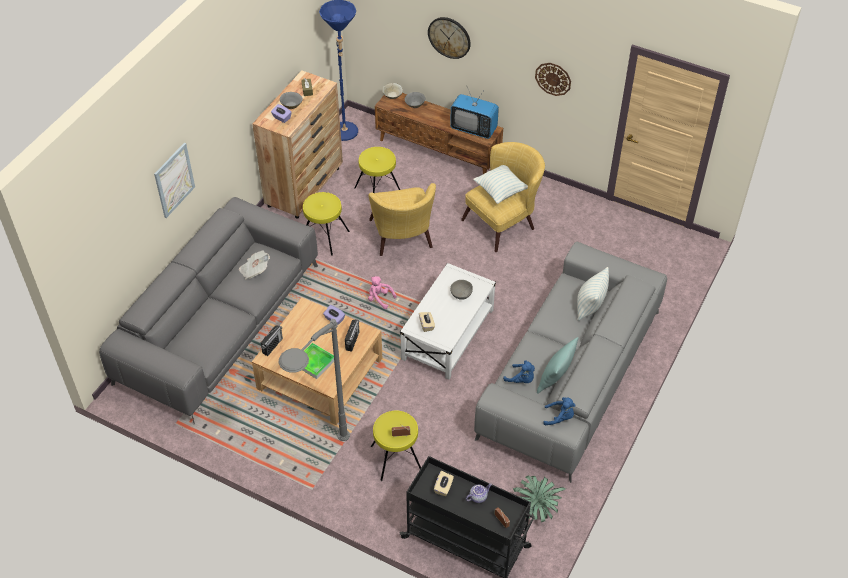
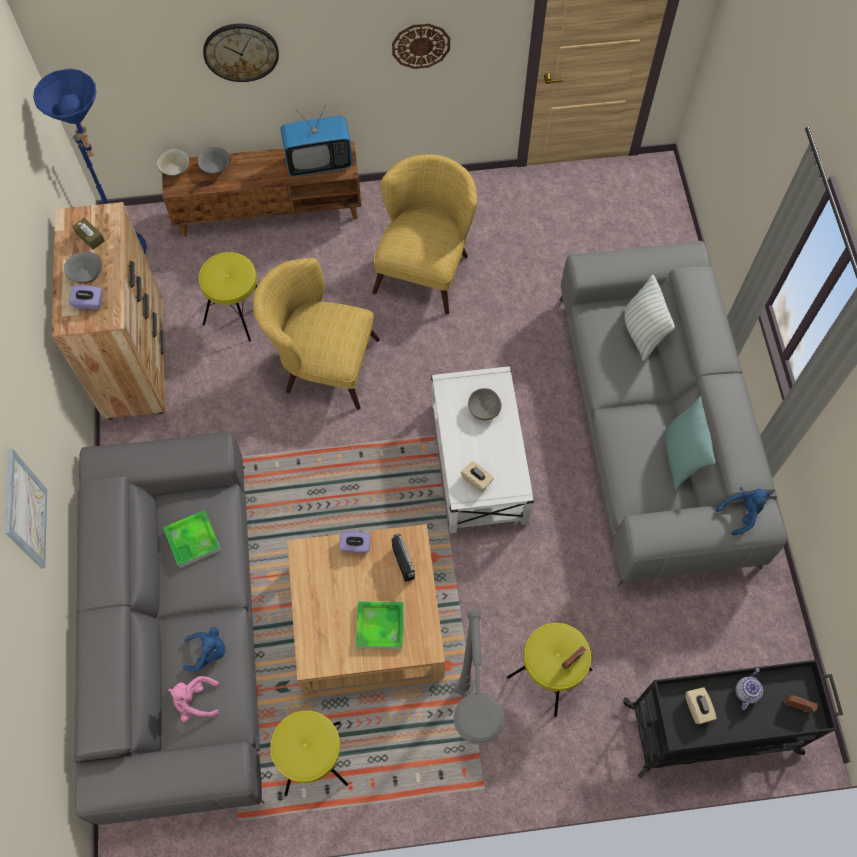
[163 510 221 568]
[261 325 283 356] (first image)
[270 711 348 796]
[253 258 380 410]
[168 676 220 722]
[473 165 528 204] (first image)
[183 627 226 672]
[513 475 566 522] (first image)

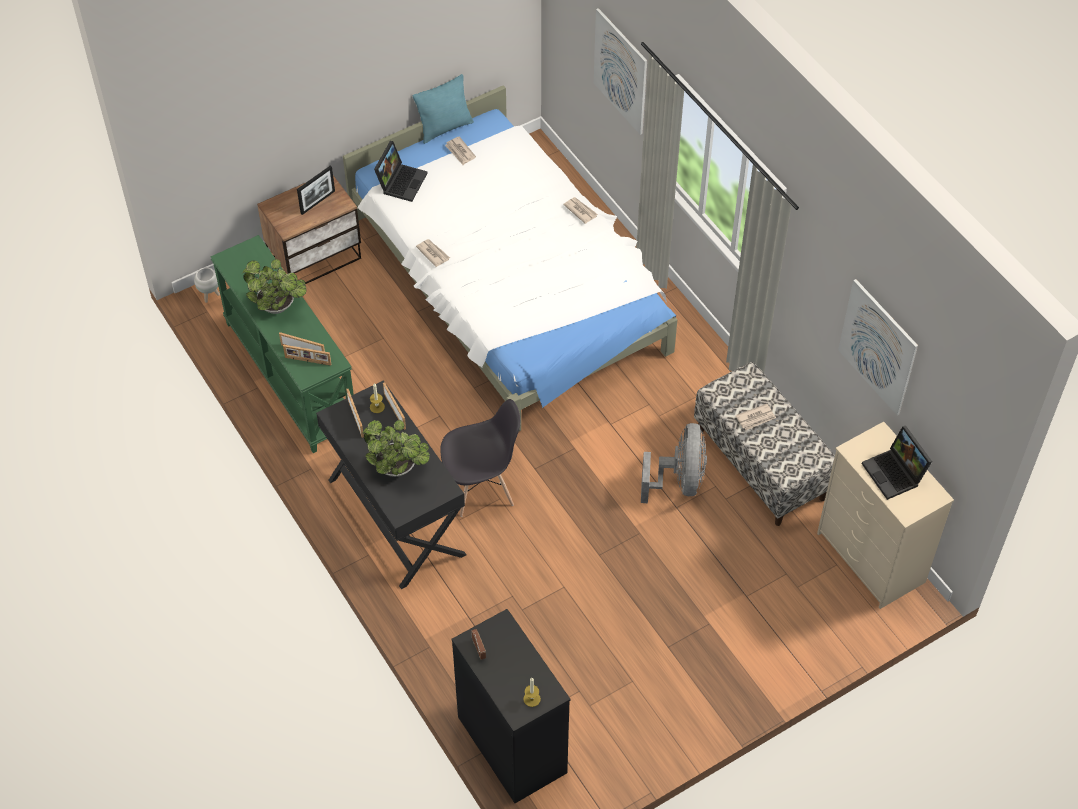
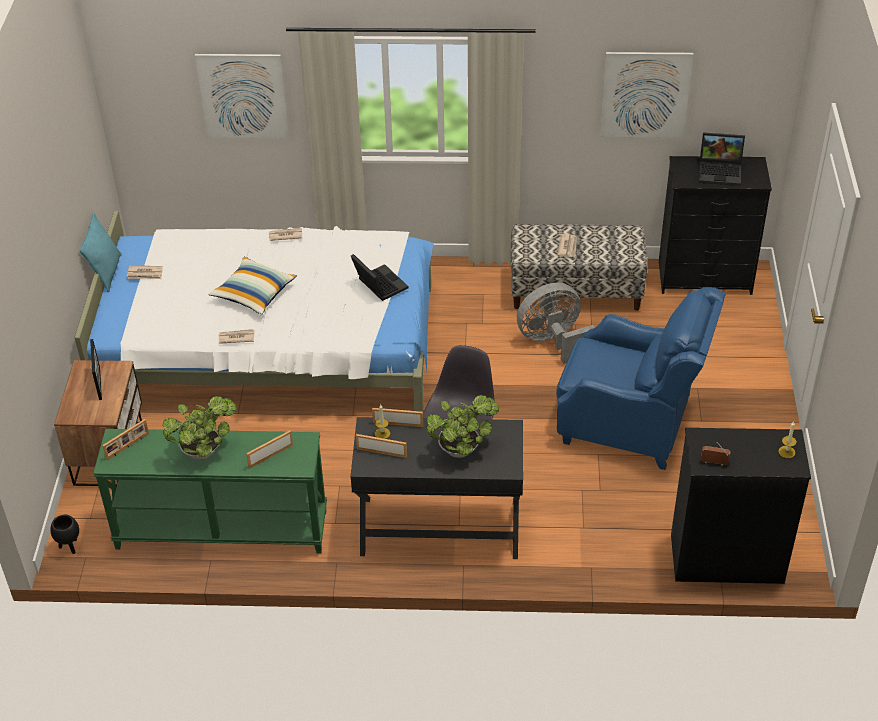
[50 515 79 554]
[102 419 149 460]
[351 254 408 301]
[517 283 595 364]
[659 156 772 295]
[208 257 297 314]
[556 287 726 470]

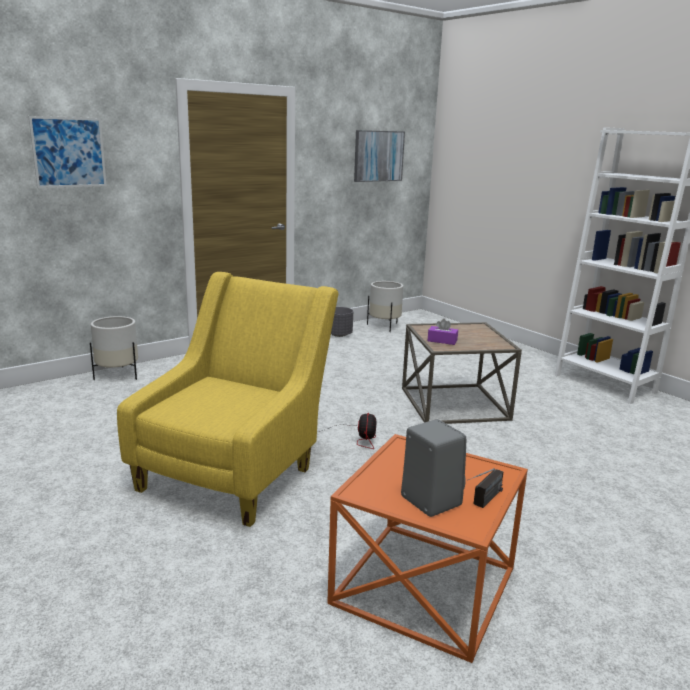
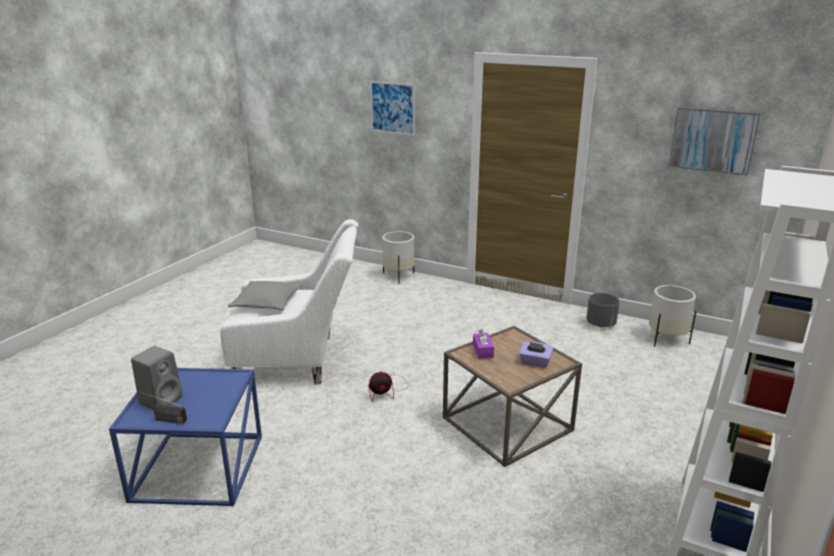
[220 219 358 384]
[109 368 262 506]
[228 281 302 310]
[519 341 553 368]

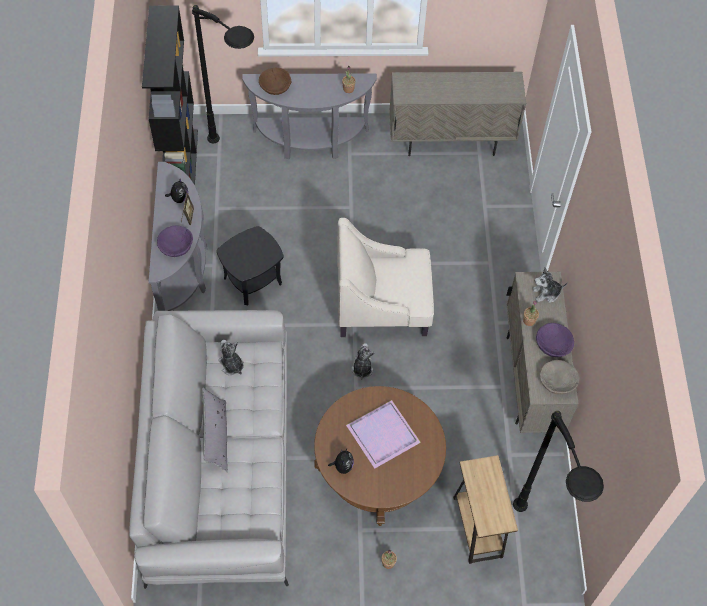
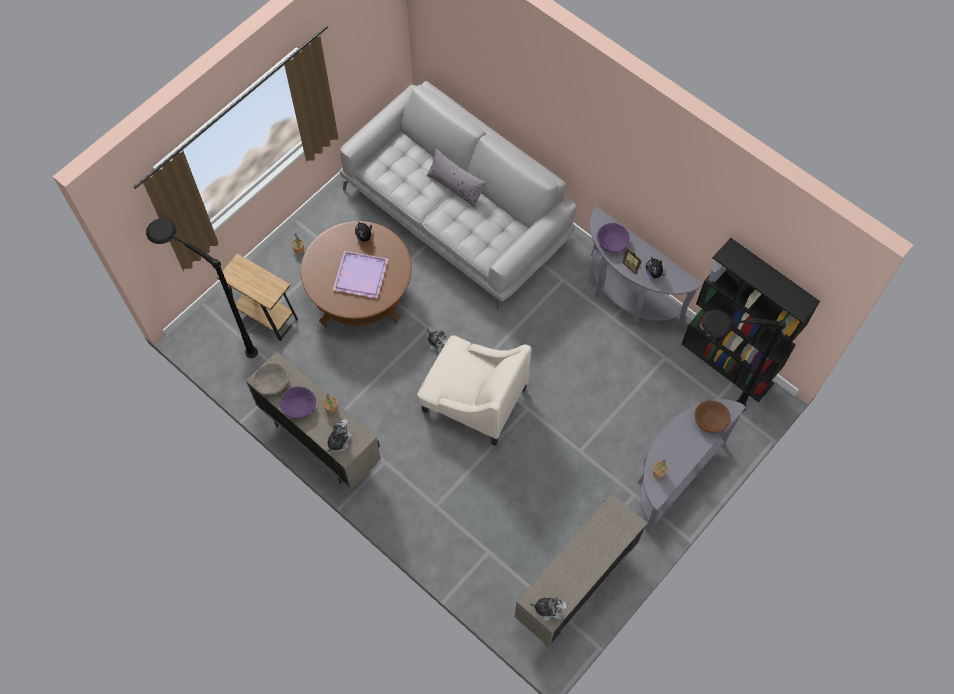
[217 226 284 305] (first image)
[530 597 567 621]
[417 335 532 446]

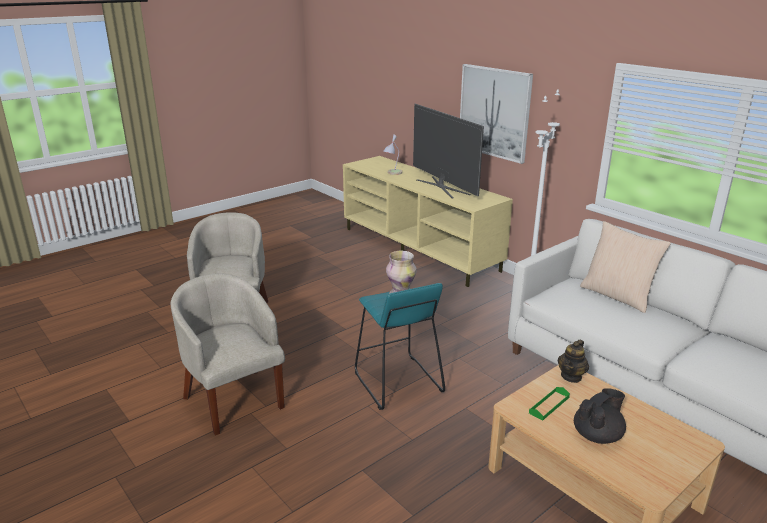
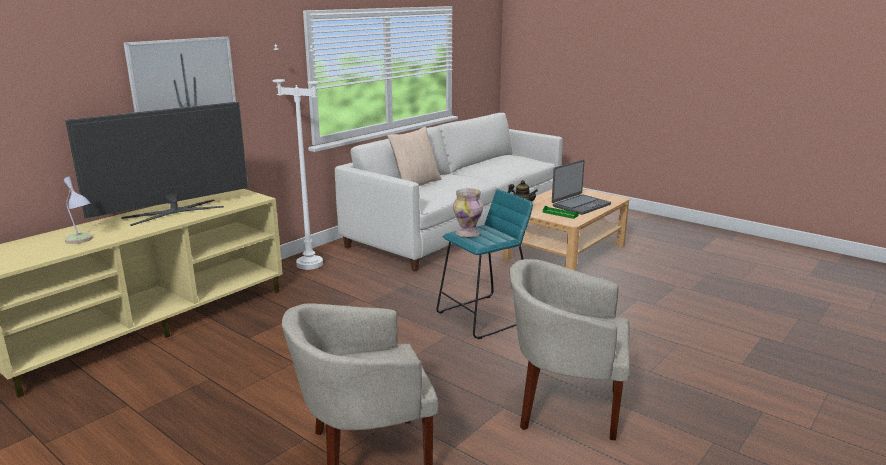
[509 259 630 440]
[552 160 611 215]

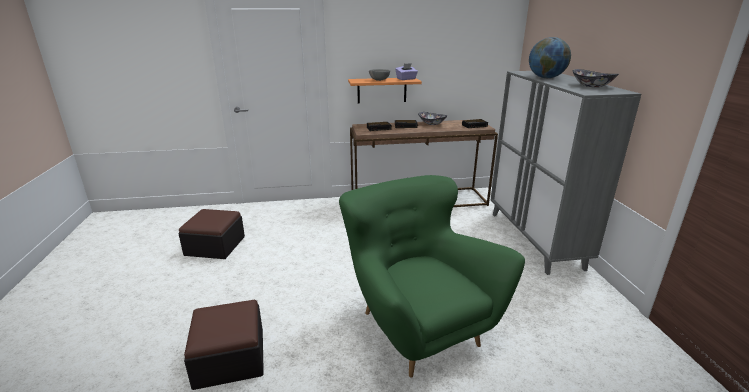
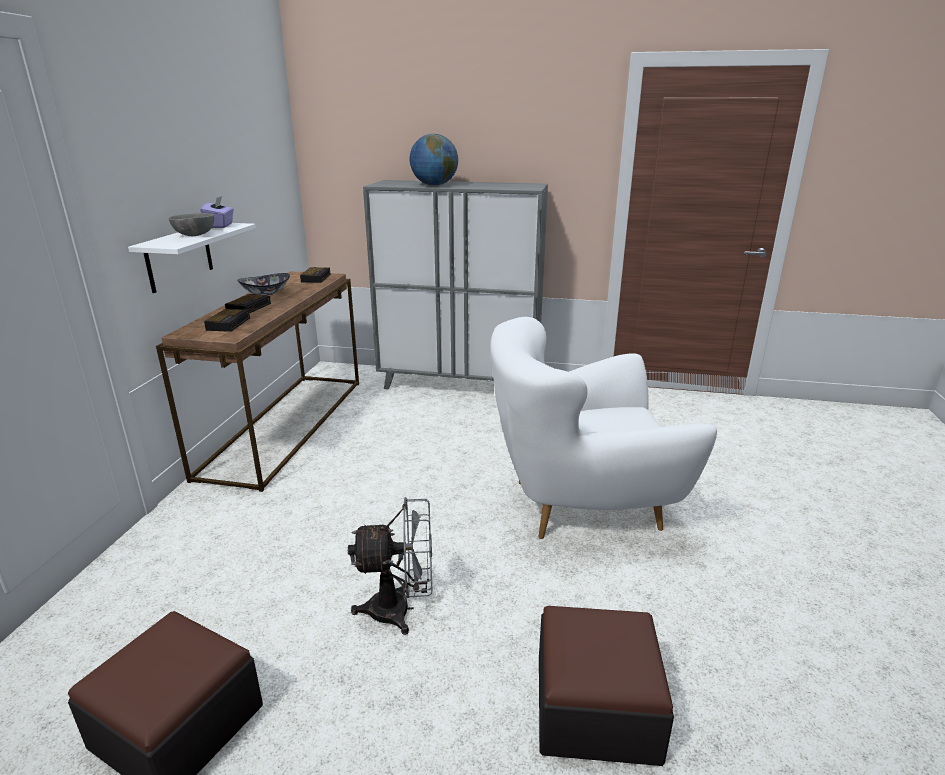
[490 317 717 539]
[128 223 256 293]
[573 69 619 87] (first image)
[348 497 432 635]

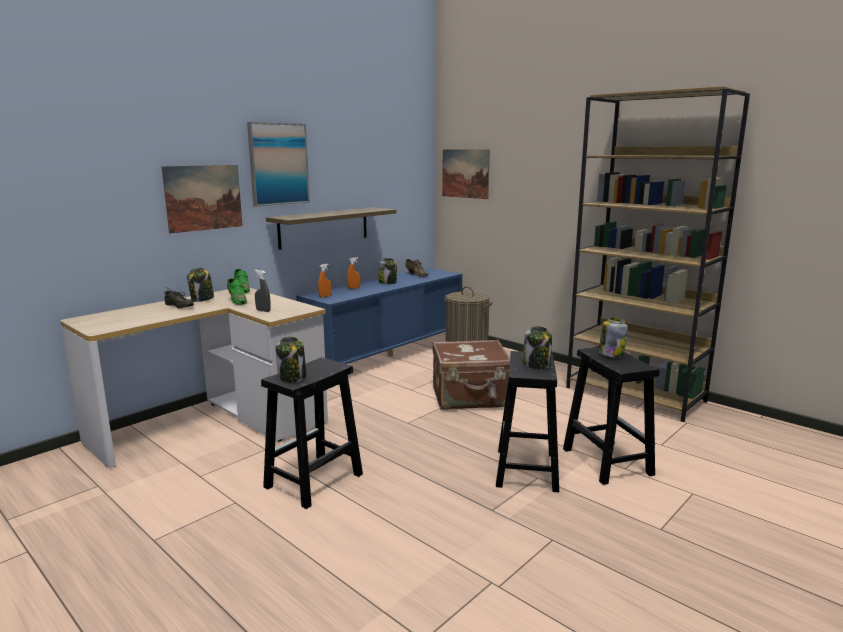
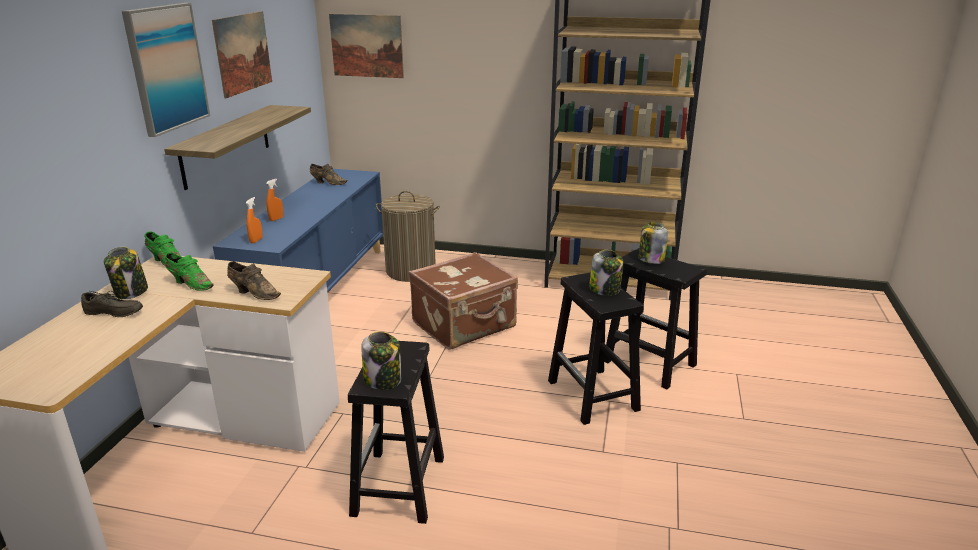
[212 11 272 98]
[227 261 281 300]
[378 258 397 284] (first image)

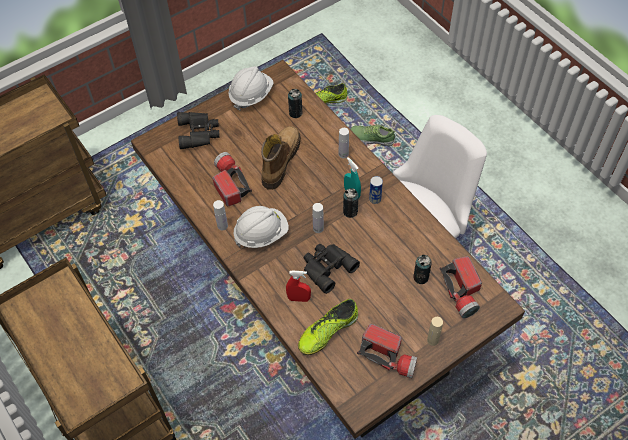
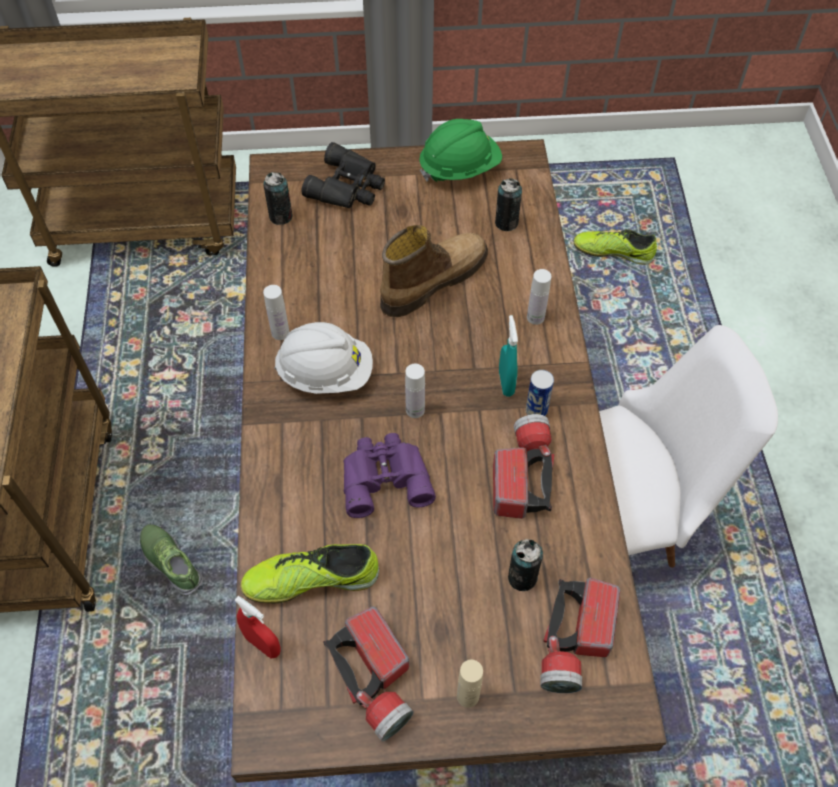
[493 414 554 519]
[419 119 502 182]
[235 596 281 658]
[343 433 436 518]
[263 172 293 225]
[140 524 204 596]

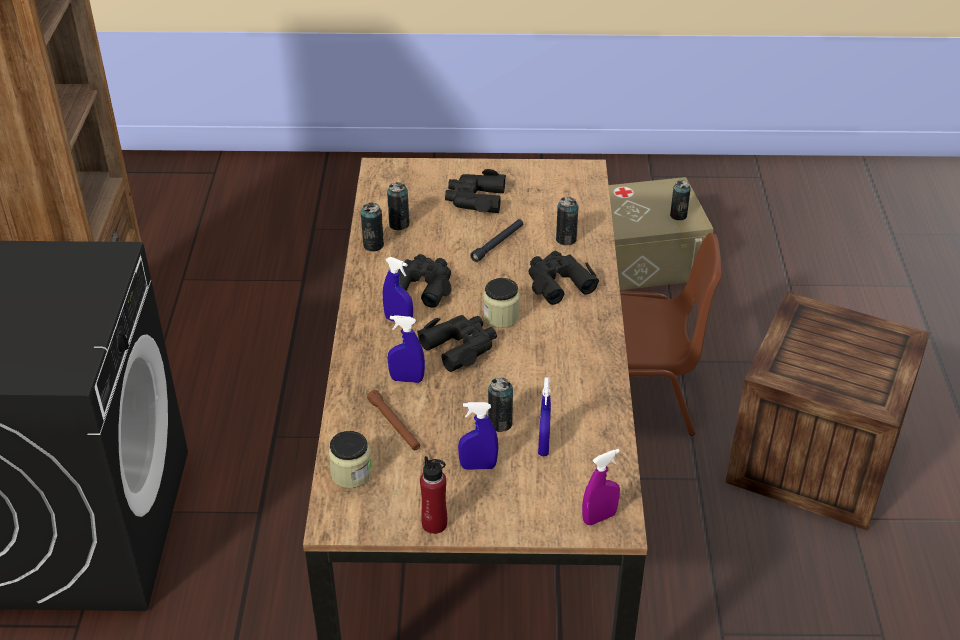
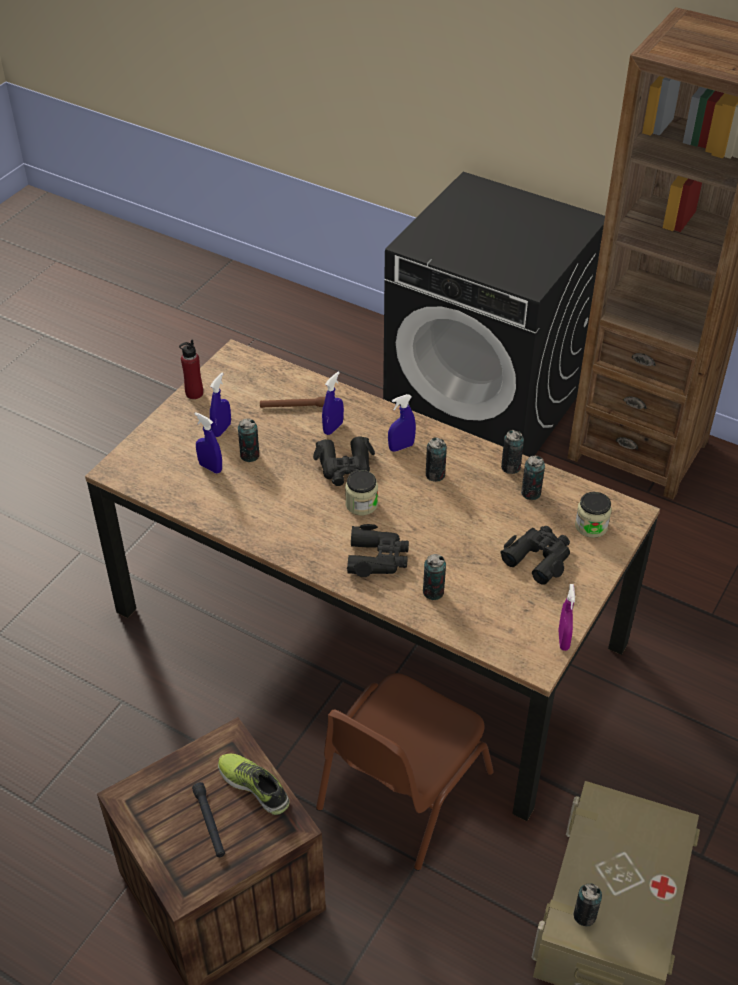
[575 492 612 538]
[426 437 447 482]
[192 782 225 857]
[558 584 575 651]
[218 754 290 815]

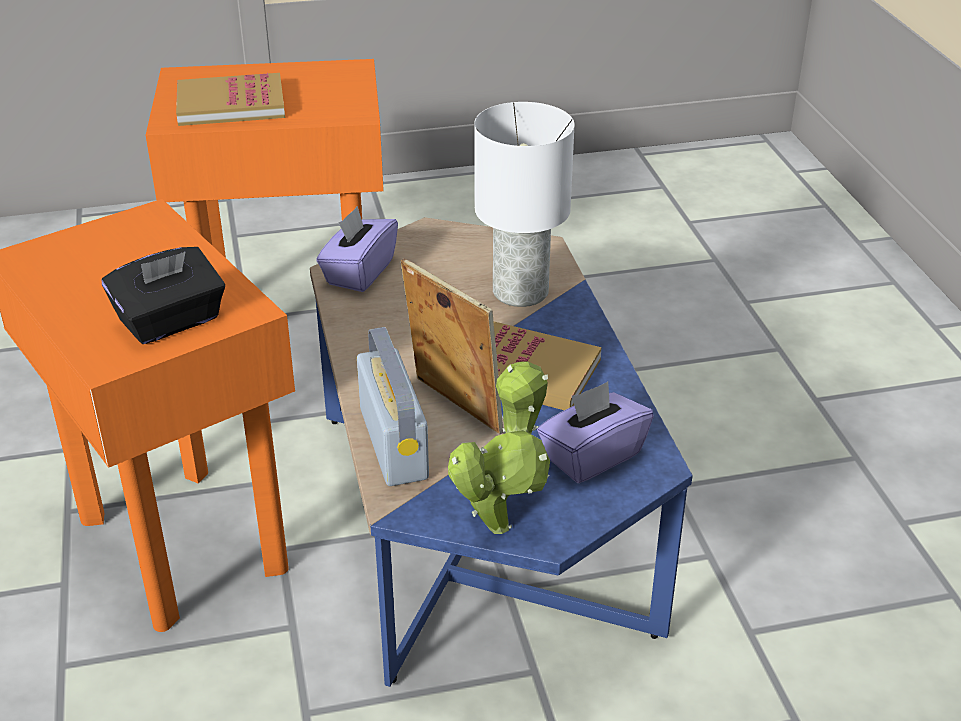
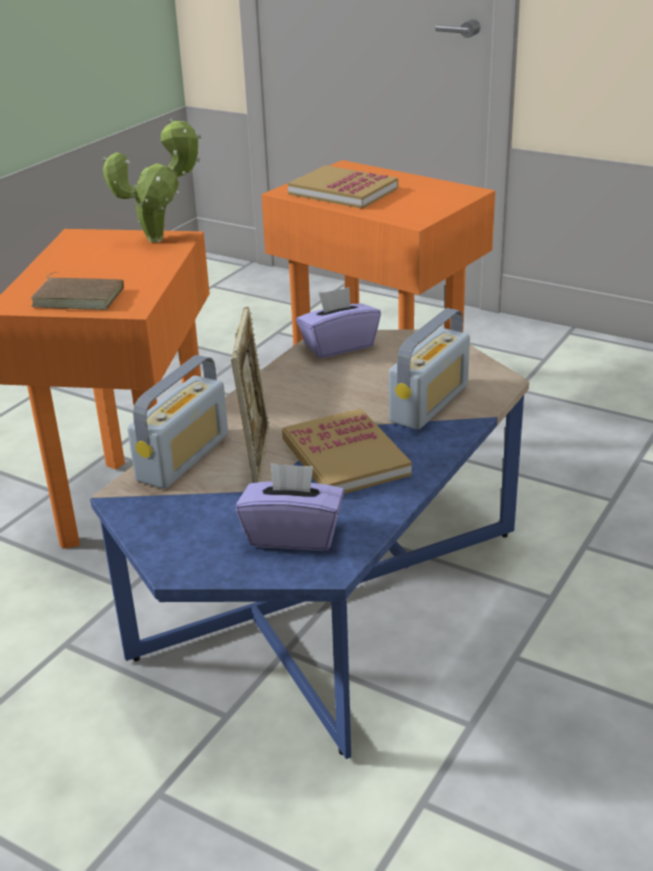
[31 272 124 310]
[102 118 202 243]
[389 308 470 430]

